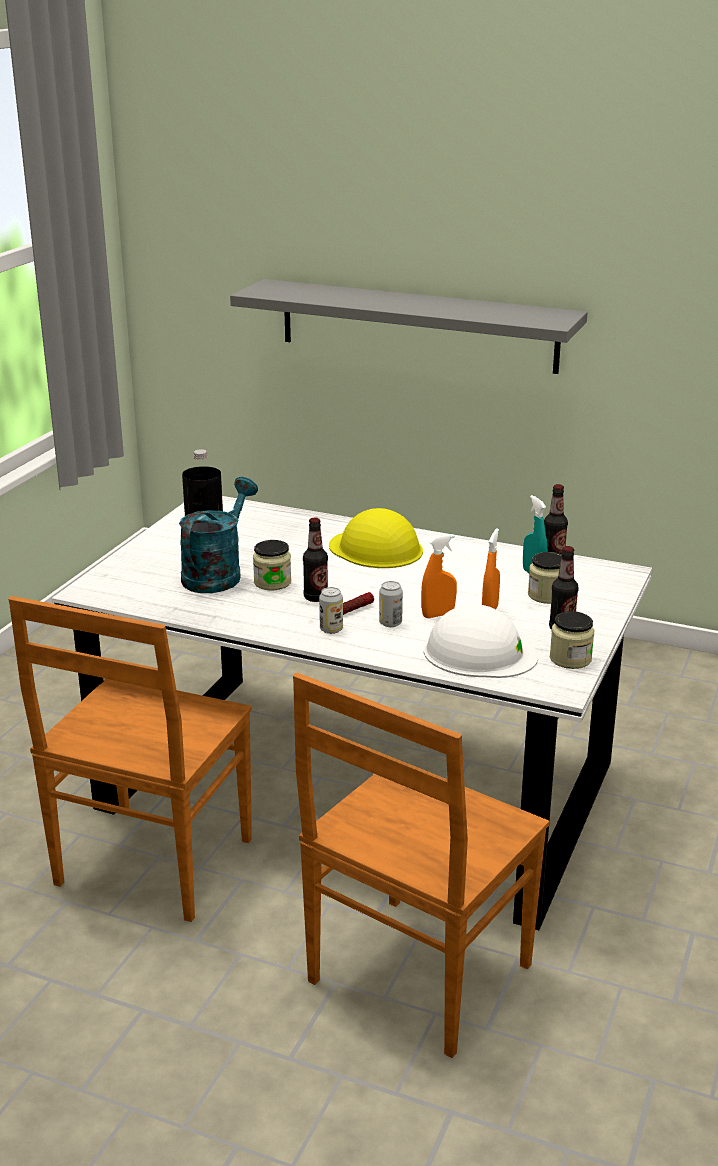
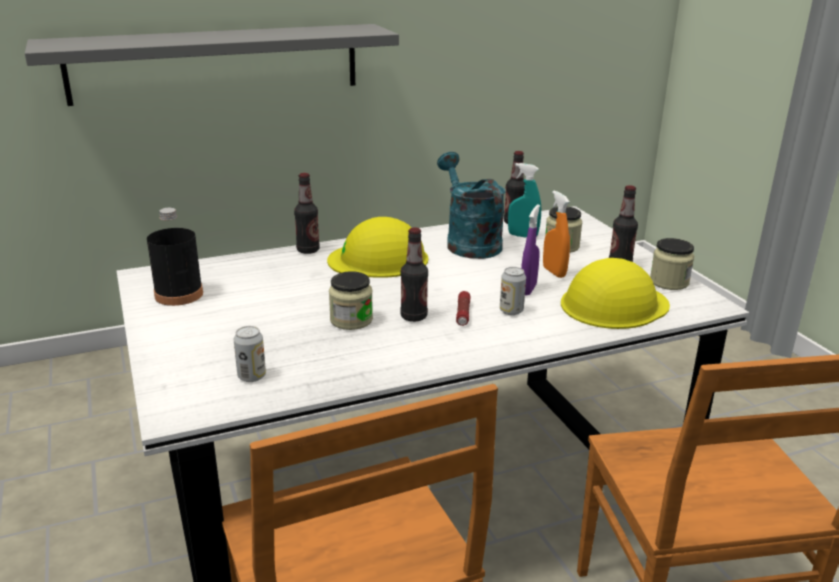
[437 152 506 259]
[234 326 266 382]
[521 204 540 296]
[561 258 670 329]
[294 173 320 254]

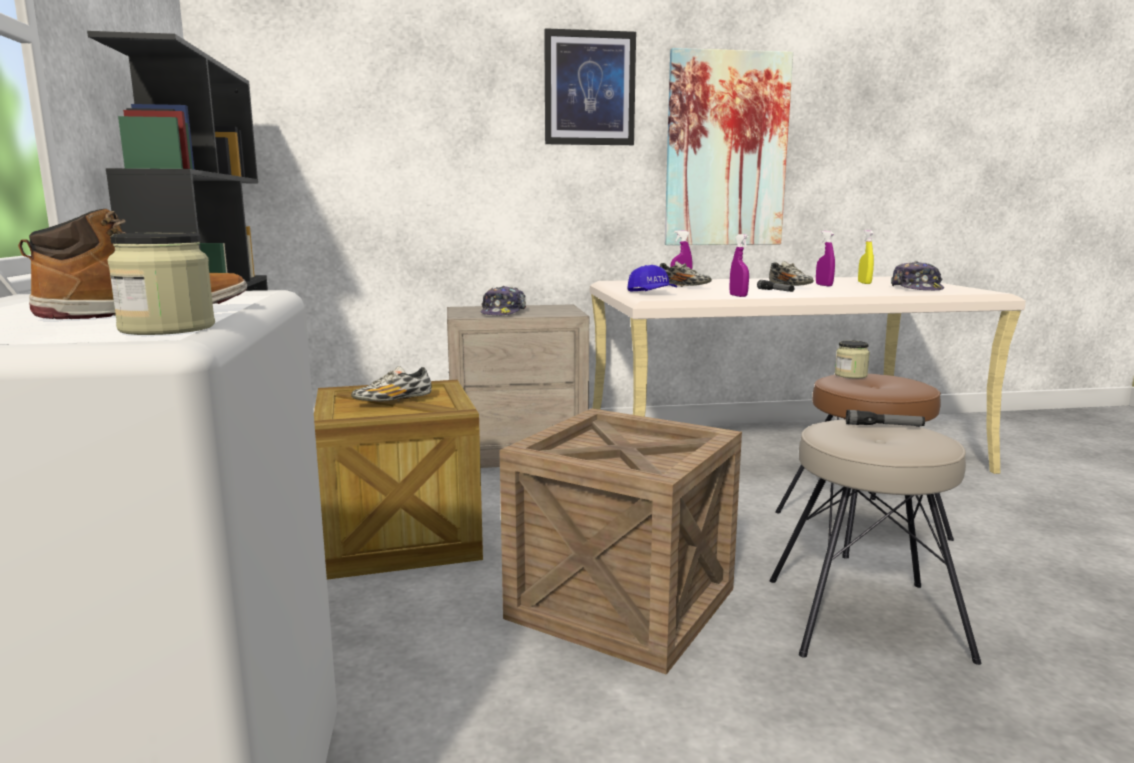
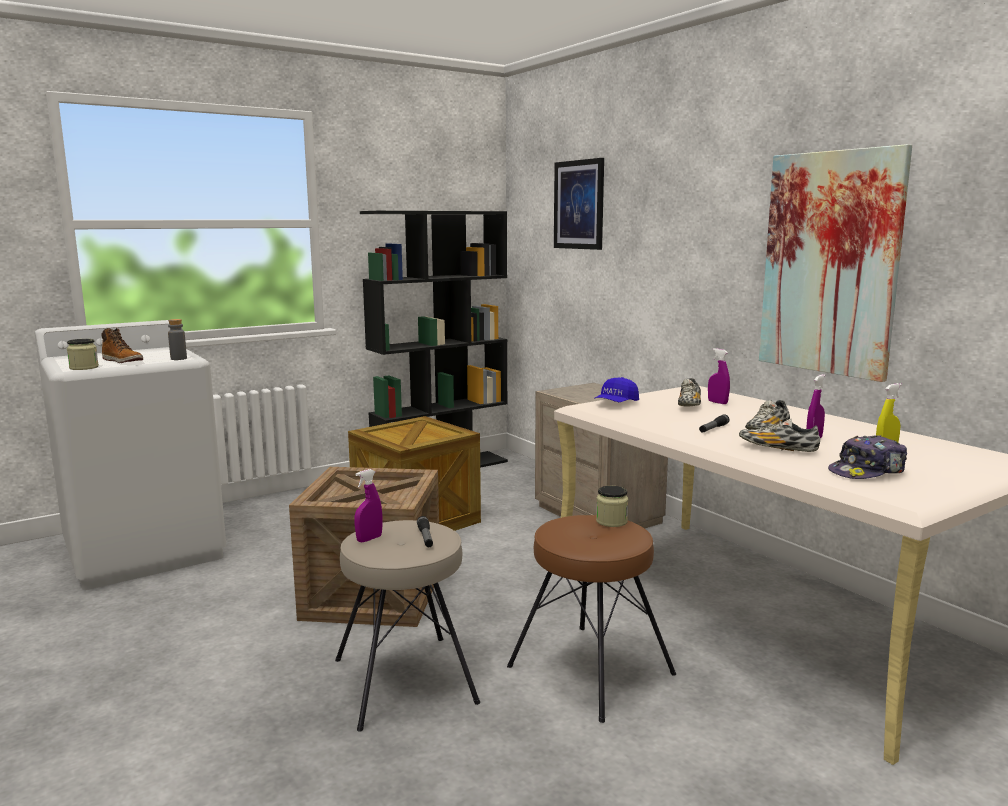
[739 419 820 452]
[481 286 526 315] (first image)
[554 158 604 250]
[354 469 382 543]
[168 319 187 360]

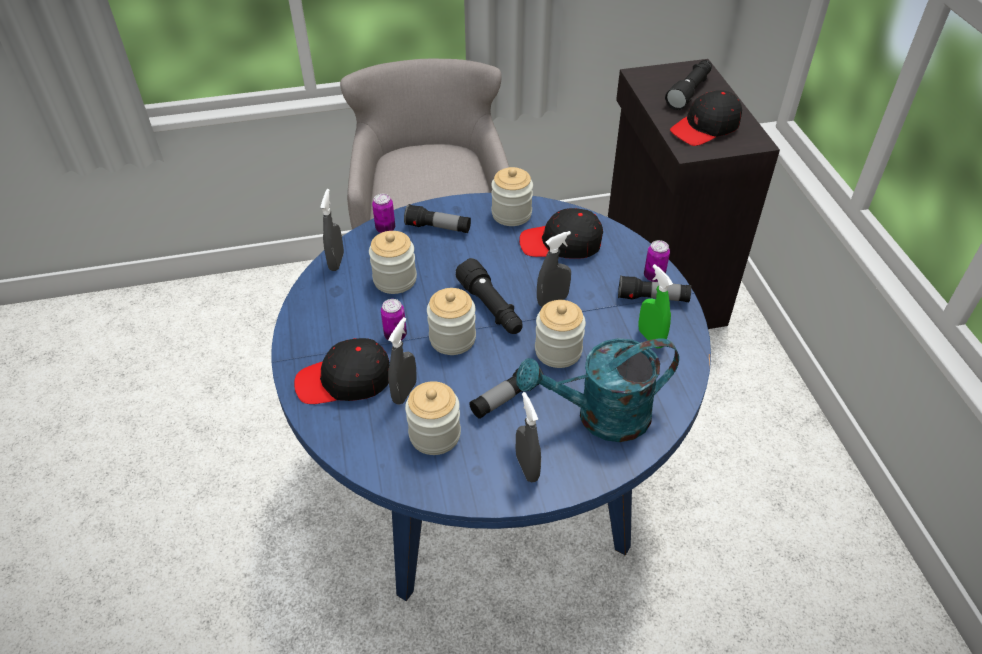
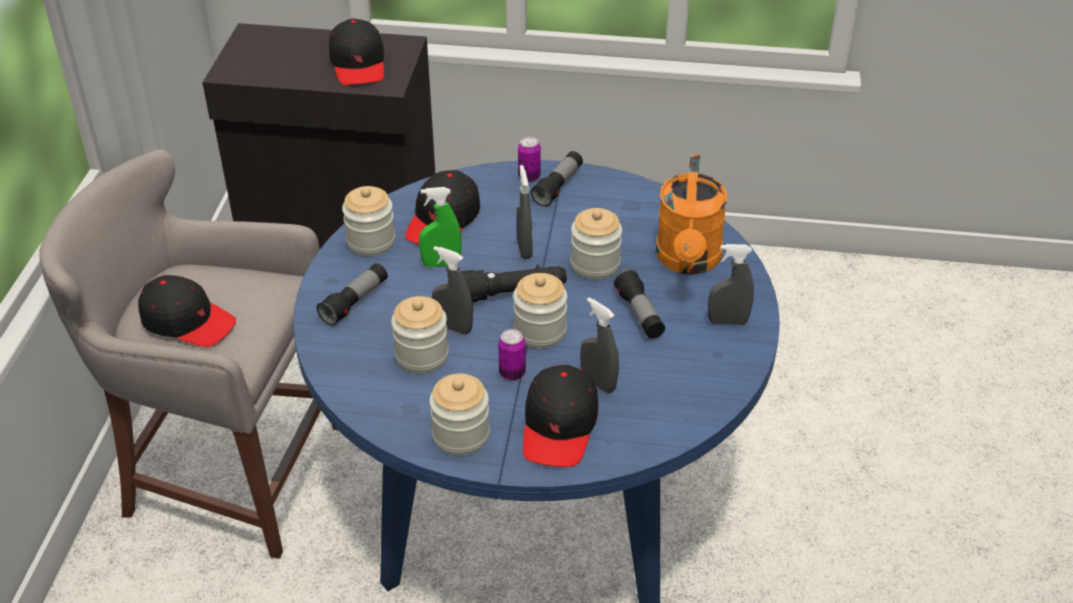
[432 246 473 334]
[372 194 395 233] (first image)
[430 373 490 456]
[656 154 727 275]
[419 187 462 267]
[665 60 712 110] (first image)
[138 275 236 347]

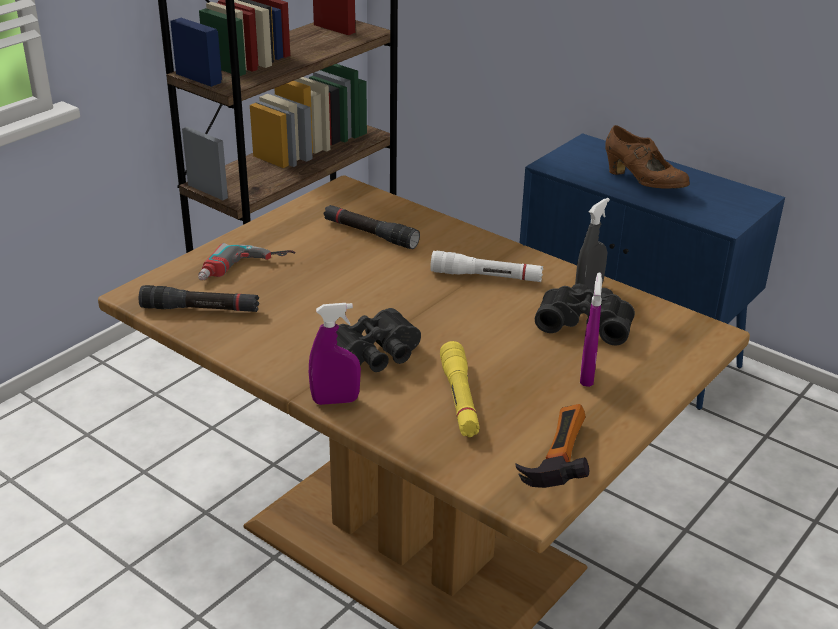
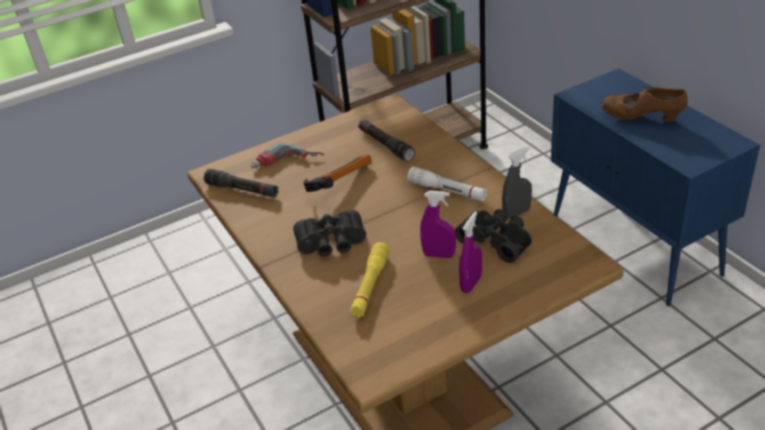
[420 191 456 258]
[303 154 372 192]
[602 87 688 123]

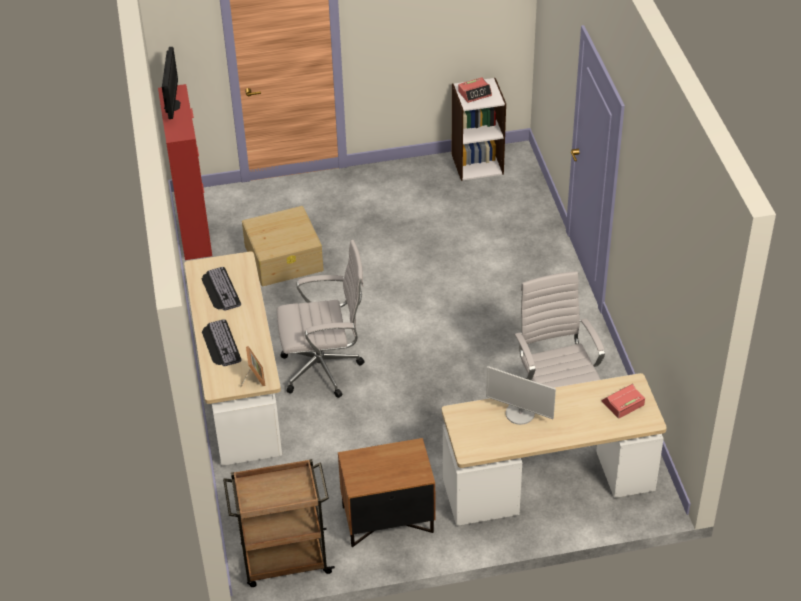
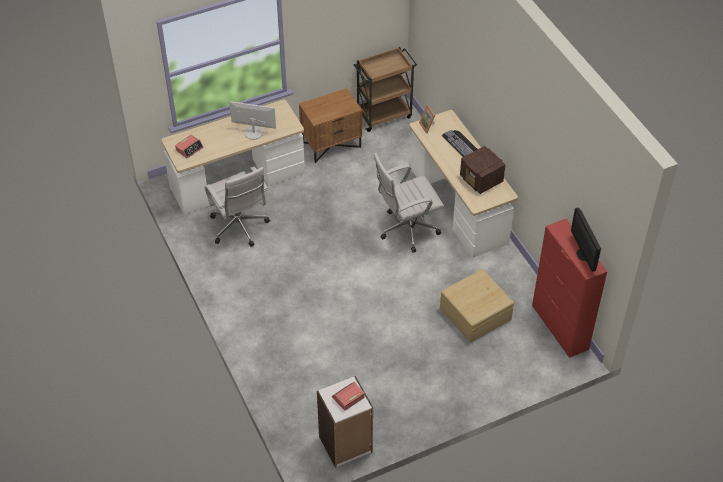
[460 146 505 194]

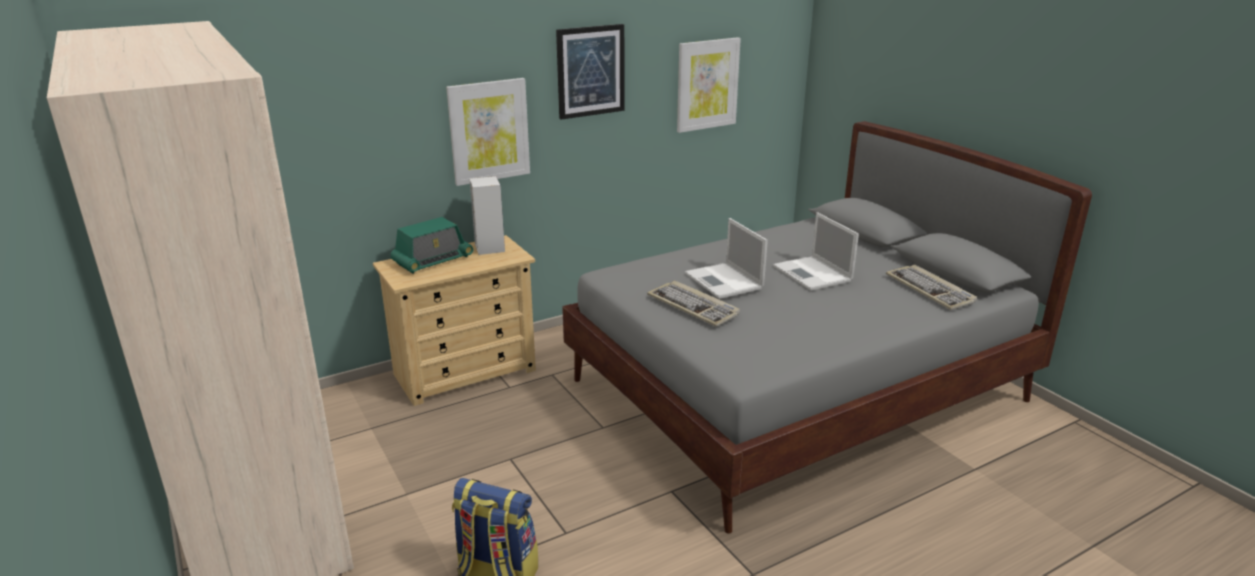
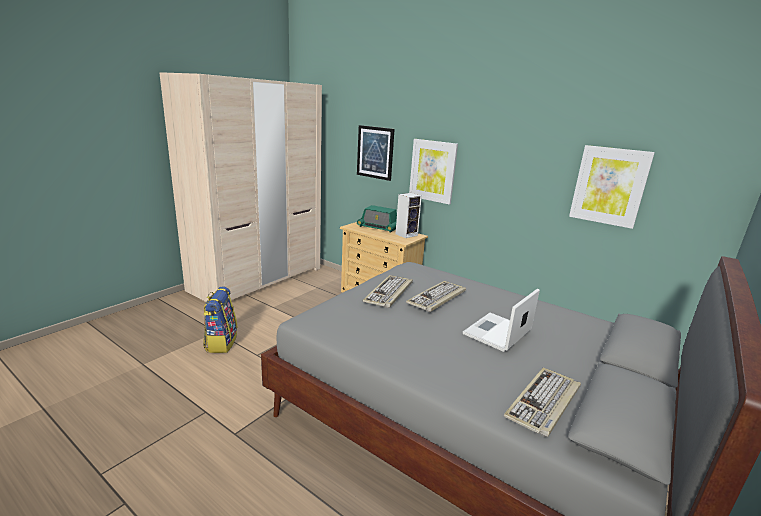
[357 125 395 181]
[406 281 466 312]

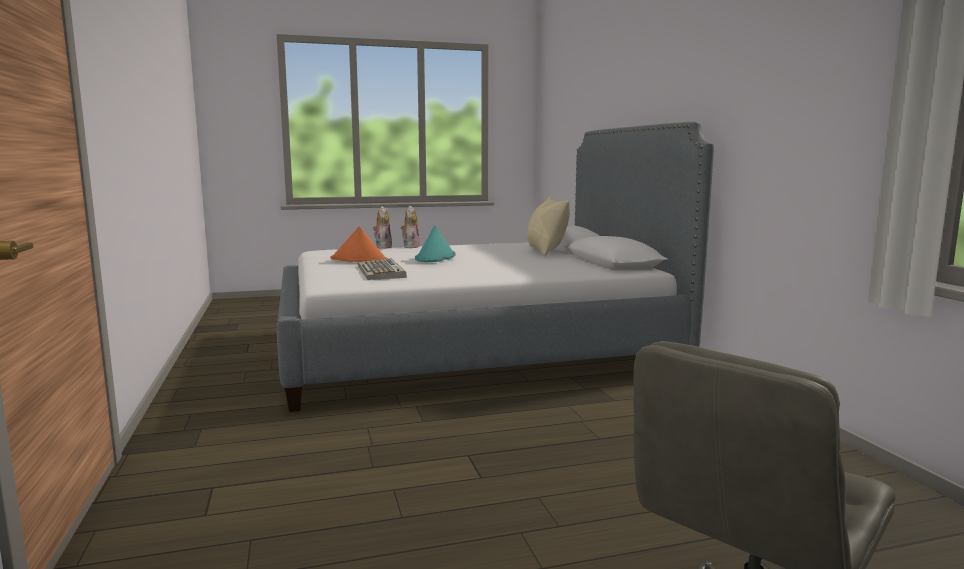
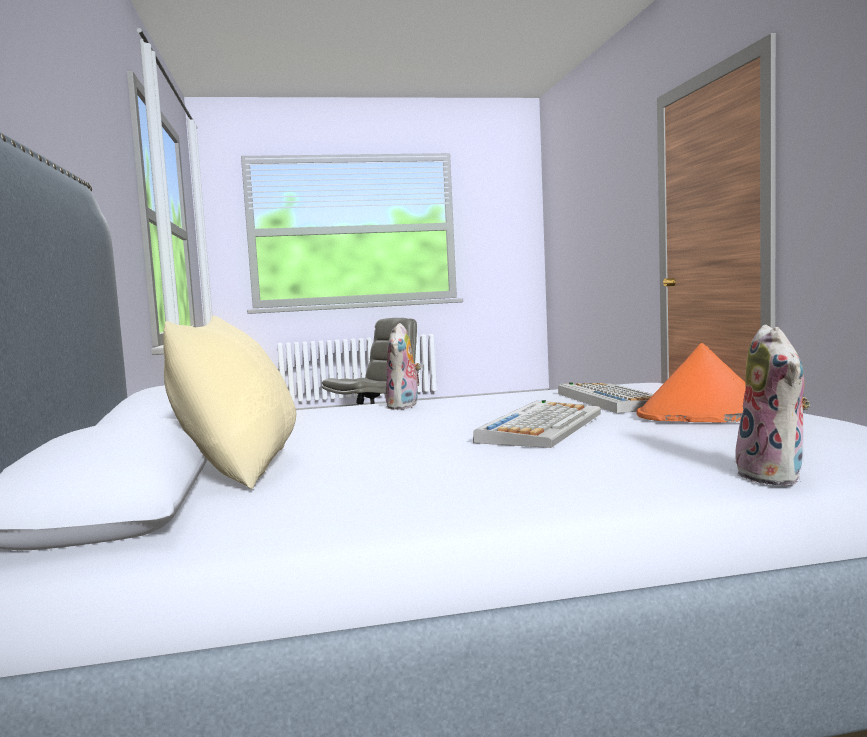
[385 323 421 410]
[473 400 601 448]

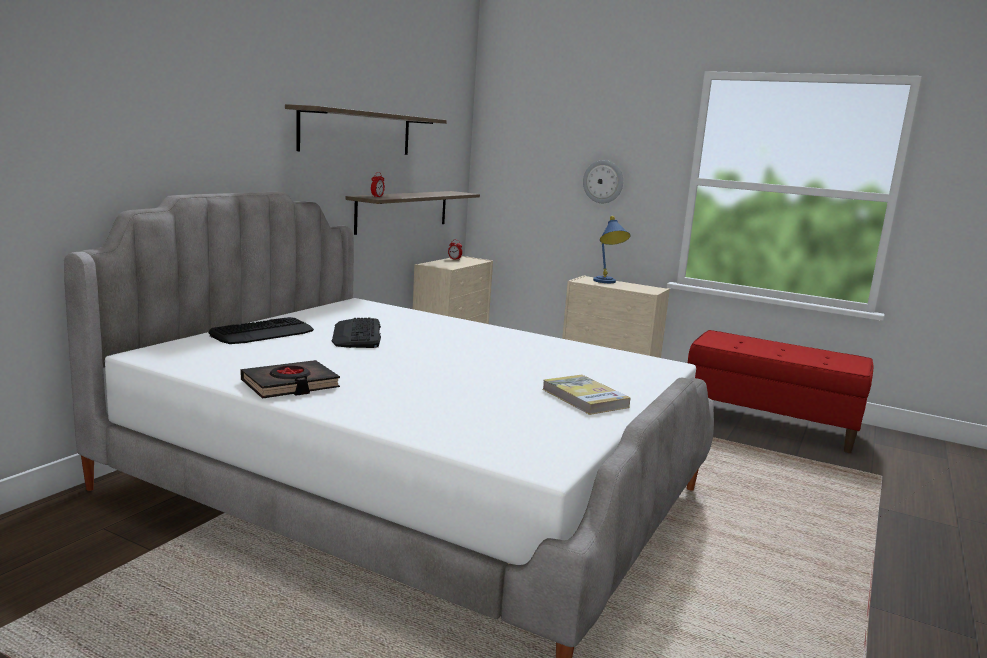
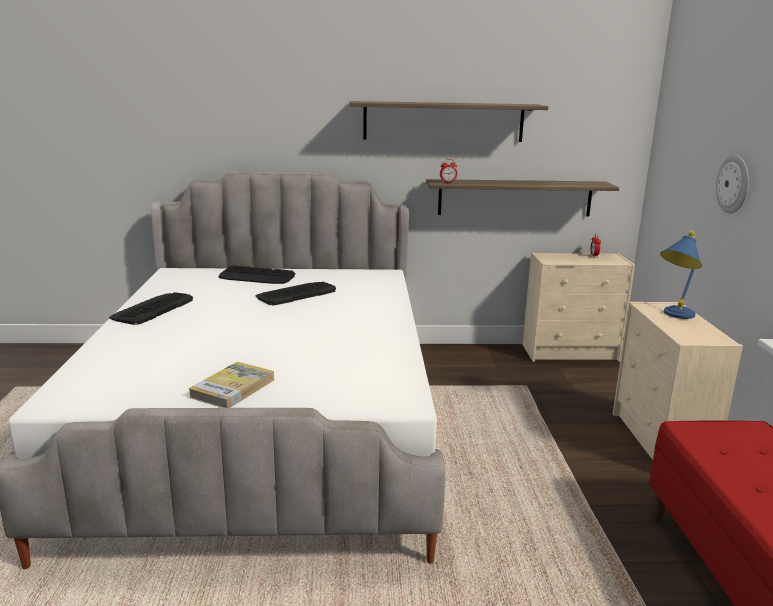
[109 292 193 325]

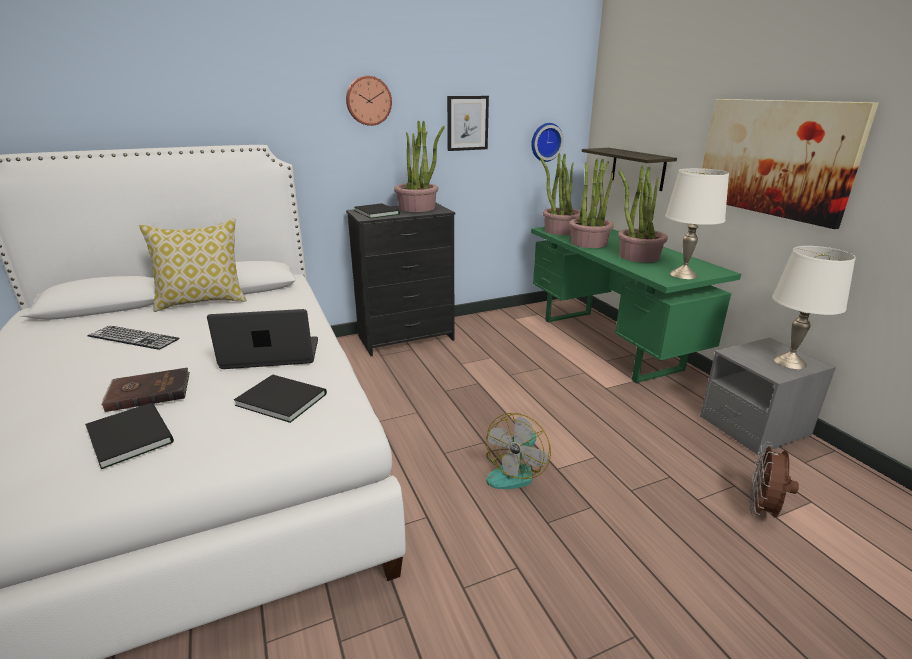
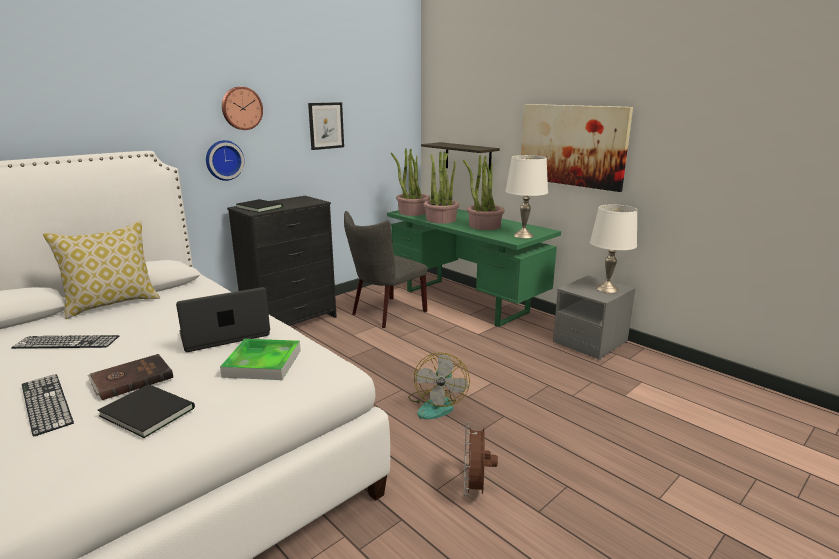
[220 339 301 380]
[394 120 445 212] (first image)
[206 140 244 181]
[464 422 498 497]
[22 374 74 437]
[344 211 427 328]

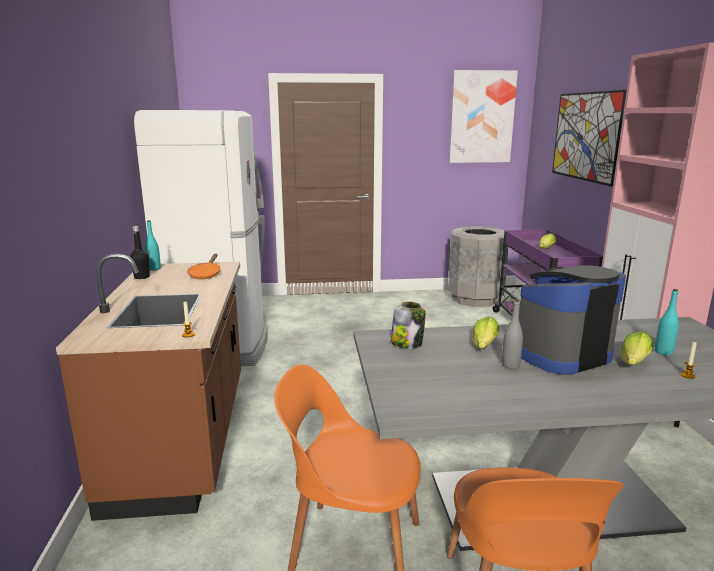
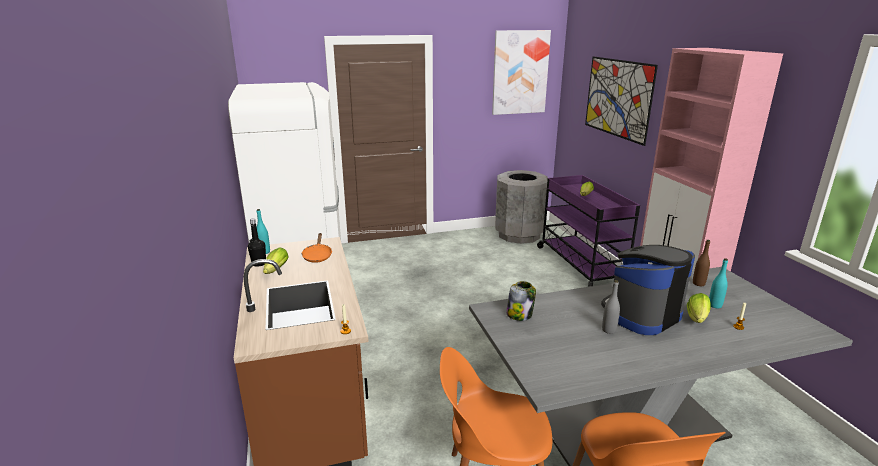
[263 248 288 274]
[693 240 710 286]

